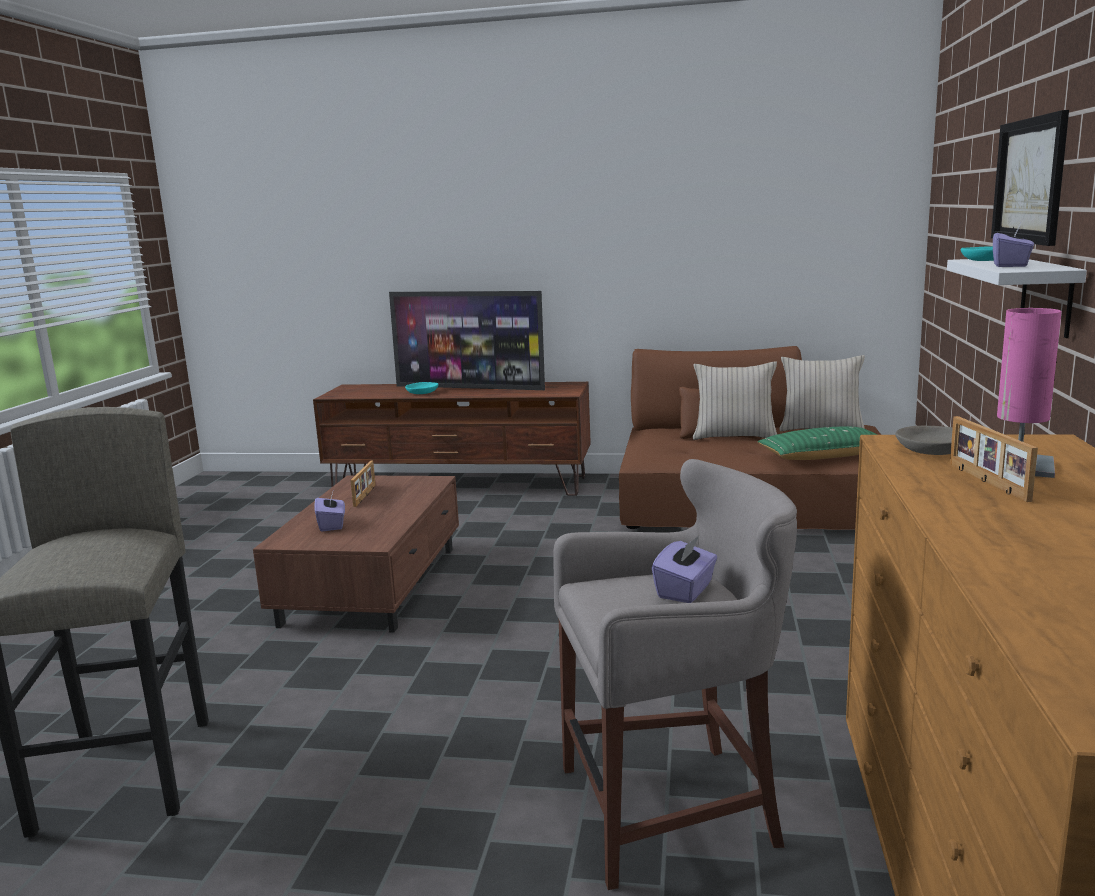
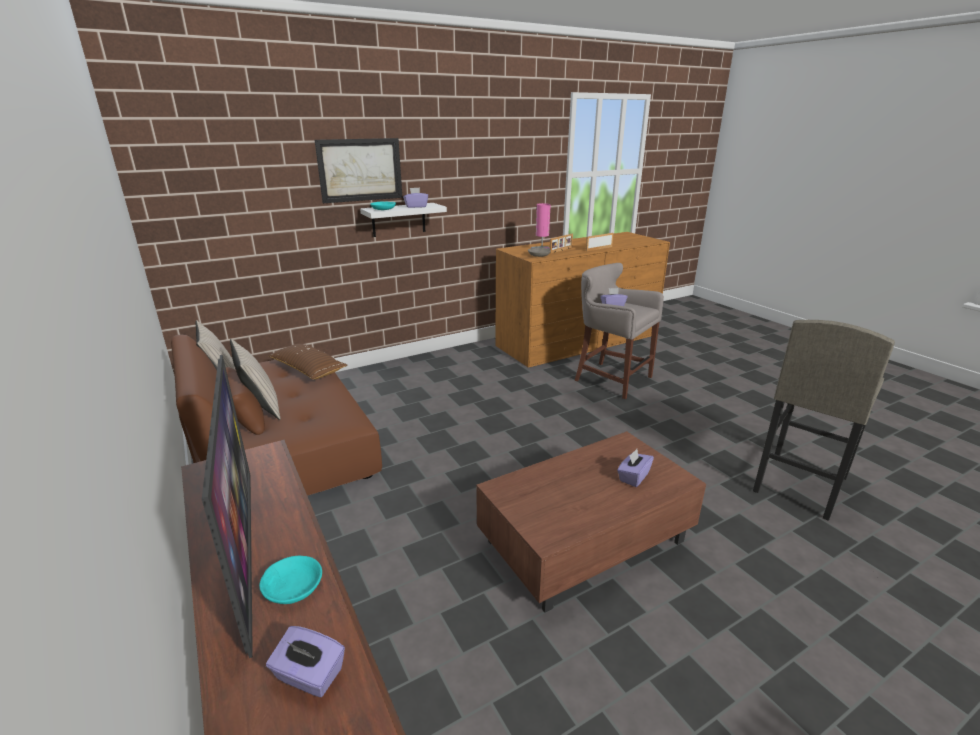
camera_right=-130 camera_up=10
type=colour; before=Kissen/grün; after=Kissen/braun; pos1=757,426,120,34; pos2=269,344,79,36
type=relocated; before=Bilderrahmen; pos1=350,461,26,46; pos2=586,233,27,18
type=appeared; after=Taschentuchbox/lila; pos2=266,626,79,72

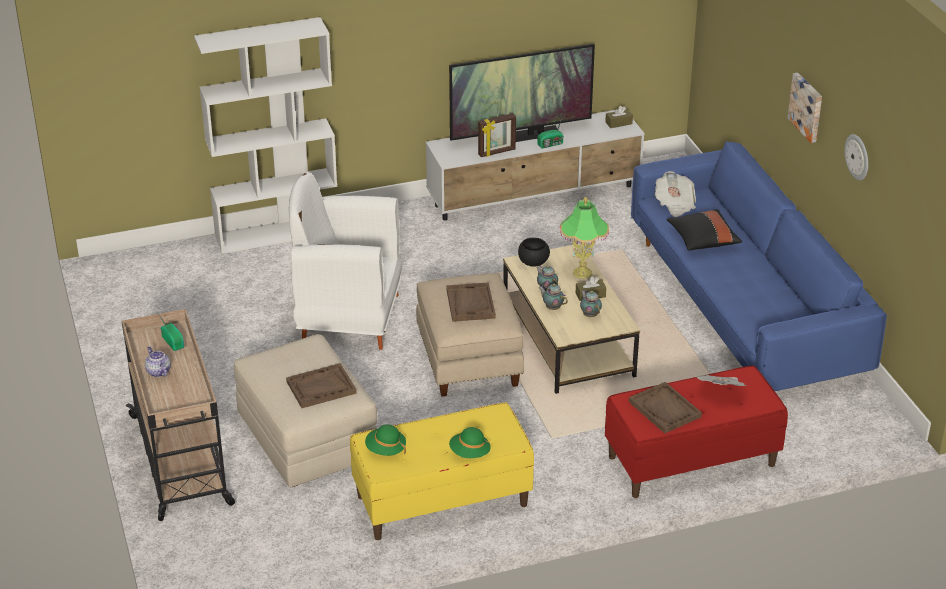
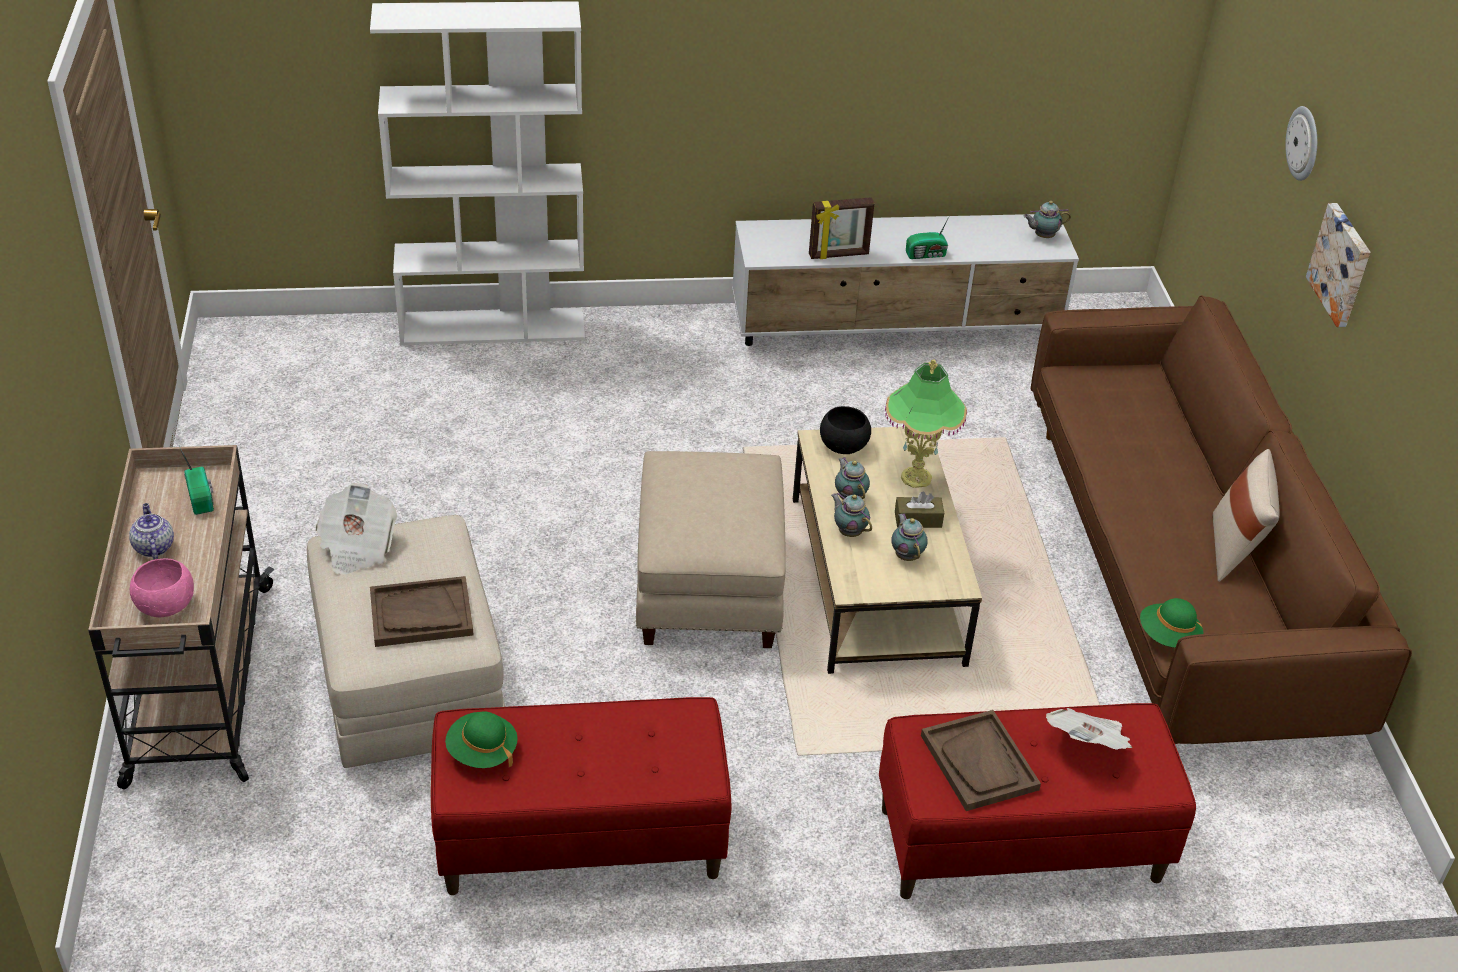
camera_right=10 camera_up=5
type=missing; before=Fernseher; pos1=449,44,146,98
type=exchanged; before=Taschentuchbox/braun; after=Teekanne; pos1=605,106,28,22; pos2=1024,201,47,37
type=relocated; before=Wanduhr; pos1=844,134,24,46; pos2=1285,106,32,75
type=colour; before=Sofa/blau; after=Sofa/braun; pos1=631,141,256,250; pos2=1031,295,381,449
type=relocated; before=Zeitung; pos1=655,171,41,46; pos2=315,483,82,92
type=missing; before=Sessel/weiß; pos1=289,172,113,178
type=missing; before=Kissen/schwarz; pos1=667,209,75,42
type=missing; before=Tablett/braun; pos1=446,282,50,40
type=colour; before=Bank/gelb; after=Bank/rot; pos1=350,403,184,137; pos2=431,697,300,198
type=relocated; before=Hut/grün; pos1=449,427,42,31; pos2=1140,598,64,50
type=appeared; after=Kissen/beige; pos2=1213,449,67,133
type=appeared; after=Schüssel/rosa; pos2=130,559,64,58

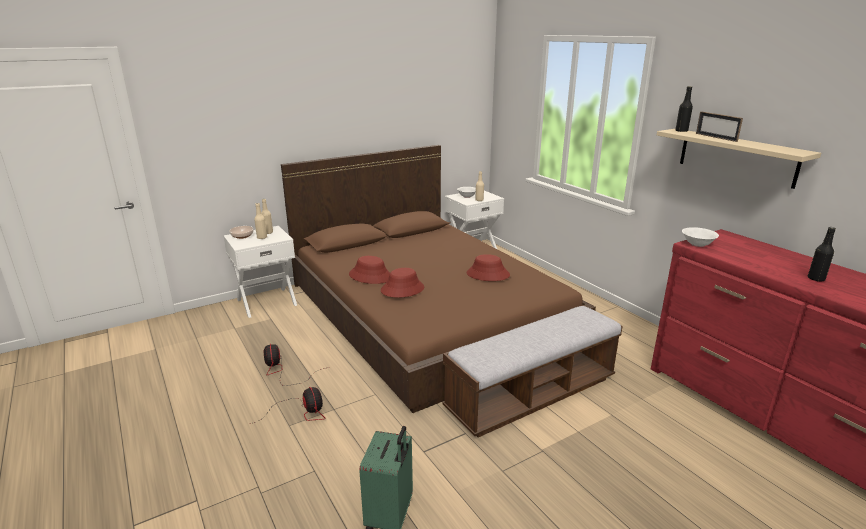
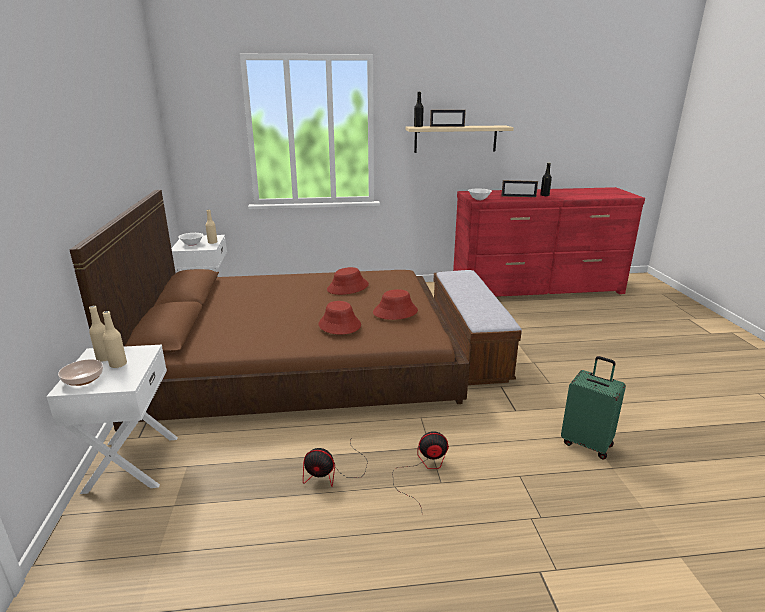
camera_right=-65 camera_up=0
type=relocated; before=Hut/rot; pos1=349,256,41,28; pos2=373,289,45,31
type=appeared; after=Bilderrahmen; pos2=501,180,37,17

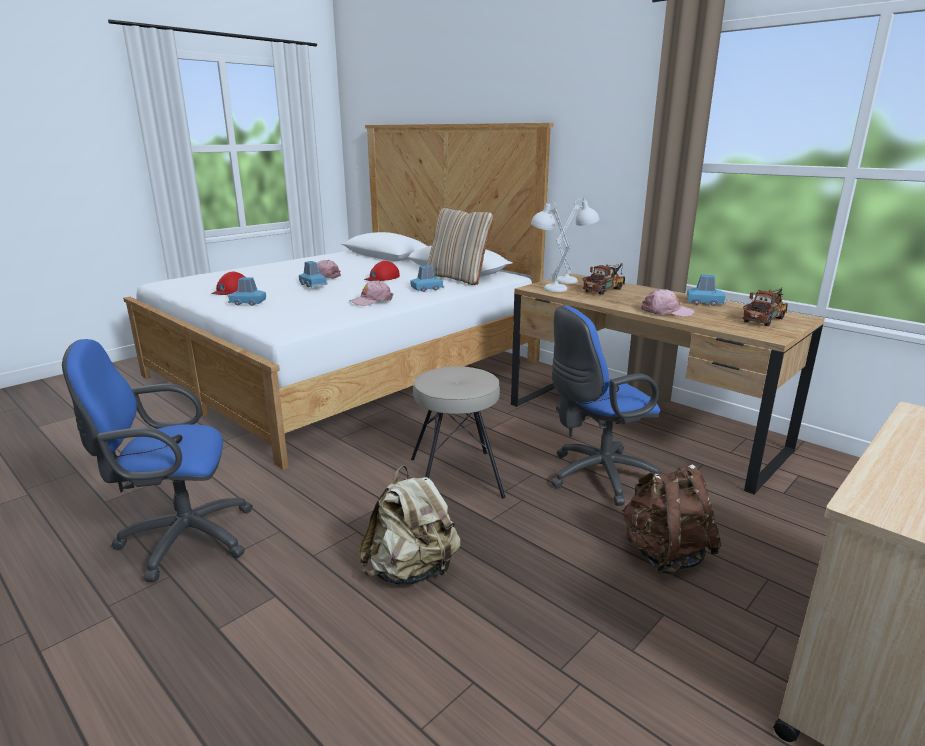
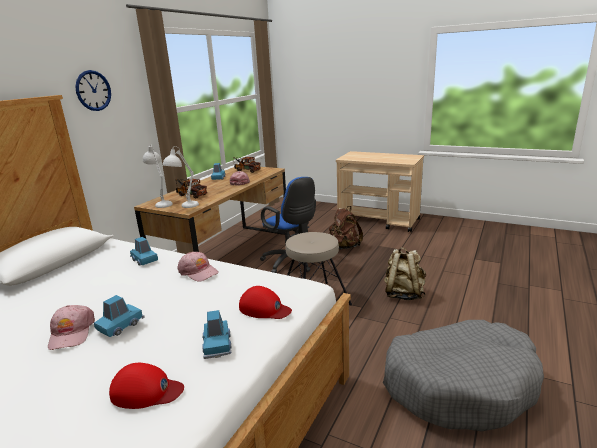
camera_right=-105 camera_up=0
type=missing; before=Kissen/beige; pos1=426,207,69,78
type=relocated; before=Kappe/rot; pos1=364,261,36,20; pos2=239,286,53,33
type=exchanged; before=Bürostuhl/blau; after=Hundebett/grau; pos1=62,339,191,243; pos2=383,320,161,112
type=appeared; after=Wanduhr; pos2=75,70,36,41

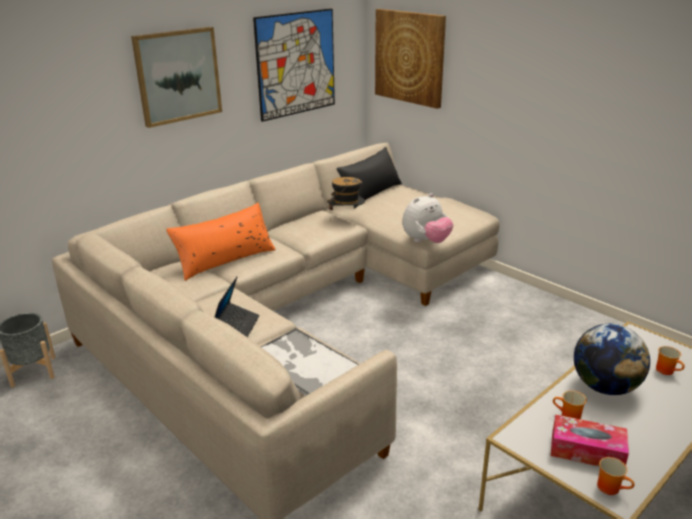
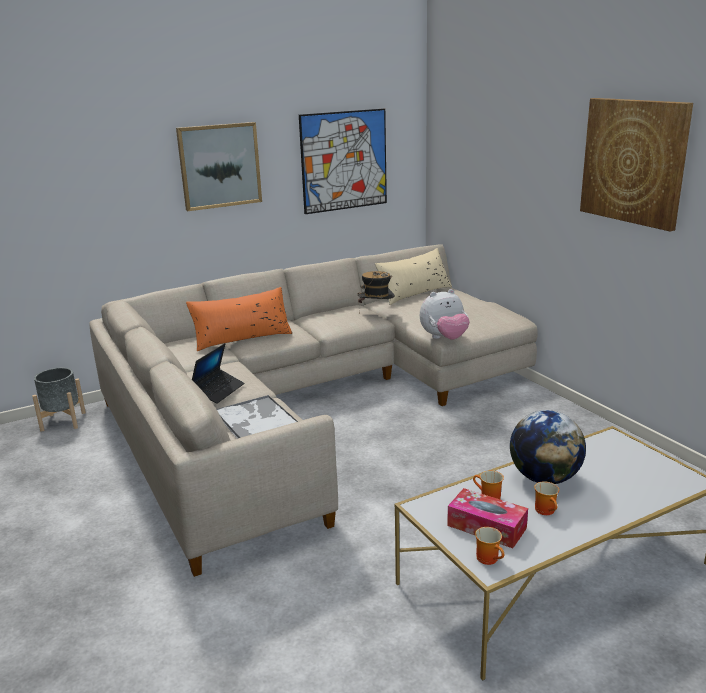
camera_right=15 camera_up=-5
type=relocated; before=Bild; pos1=375,9,71,100; pos2=580,98,113,134
type=colour; before=Kissen/schwarz; after=Kissen/beige; pos1=336,147,66,62; pos2=375,248,77,57
type=relocated; before=Henkelbecher; pos1=656,346,29,29; pos2=534,481,25,34

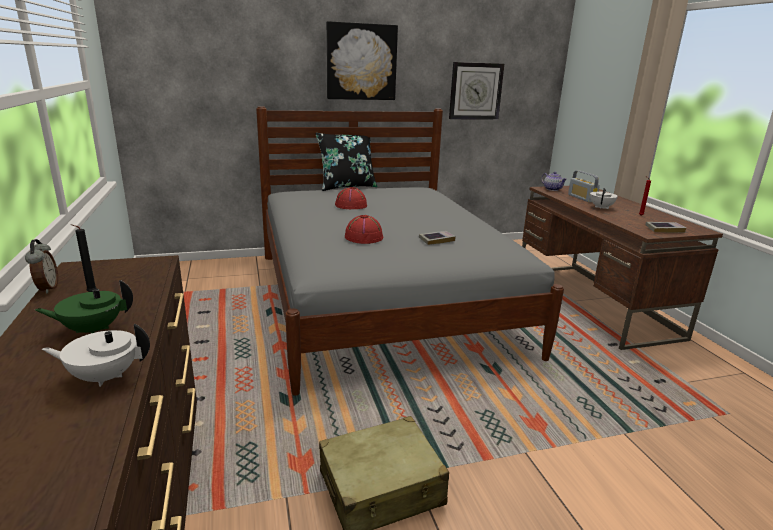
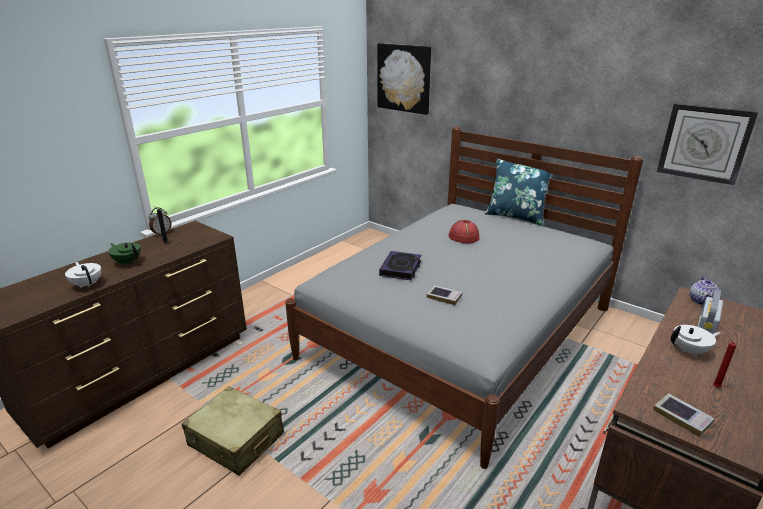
camera_right=55 camera_up=5
type=relocated; before=Bild; pos1=326,21,72,79; pos2=377,43,54,72
type=colour; before=Kissen/schwarz; after=Kissen/blau; pos1=315,133,63,58; pos2=485,159,68,67
type=exchanged; before=Hut/rot; after=Buch; pos1=345,215,38,29; pos2=379,251,42,30

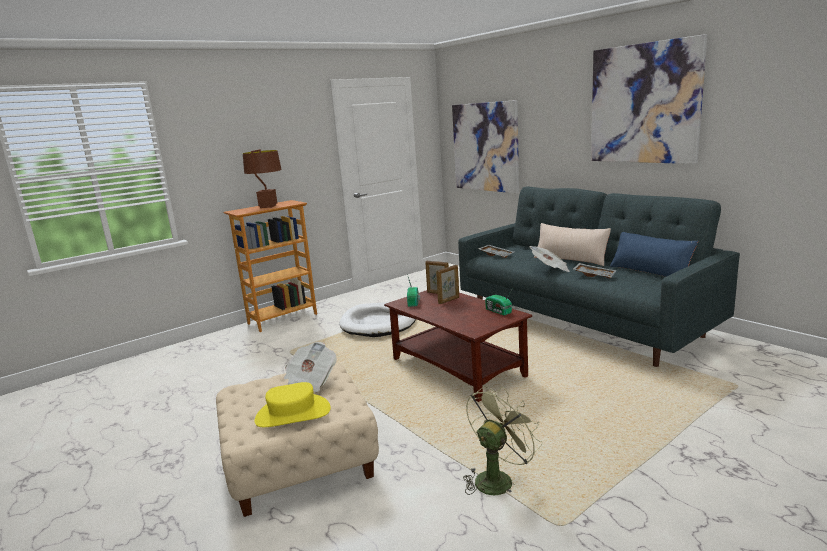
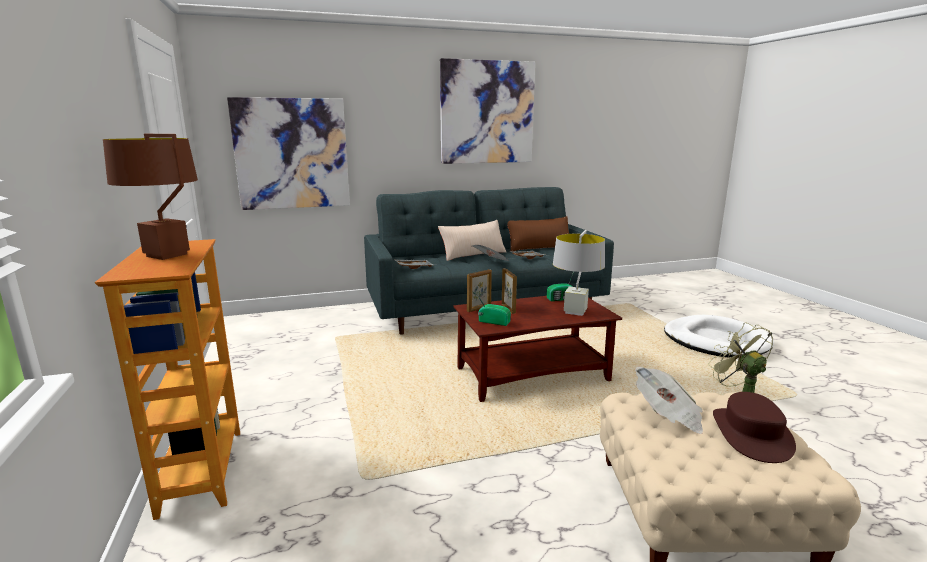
camera_right=-70 camera_up=0
type=colour; before=Kissen/blau; after=Kissen/braun; pos1=609,232,89,45; pos2=507,216,62,35
type=relocated; before=Hundebett/weiß; pos1=340,303,76,34; pos2=664,315,110,43
type=colour; before=Hut/gelb; after=Hut/braun; pos1=255,382,76,45; pos2=713,392,83,71
type=appeared; after=Tischlampe/grau; pos2=553,230,52,86

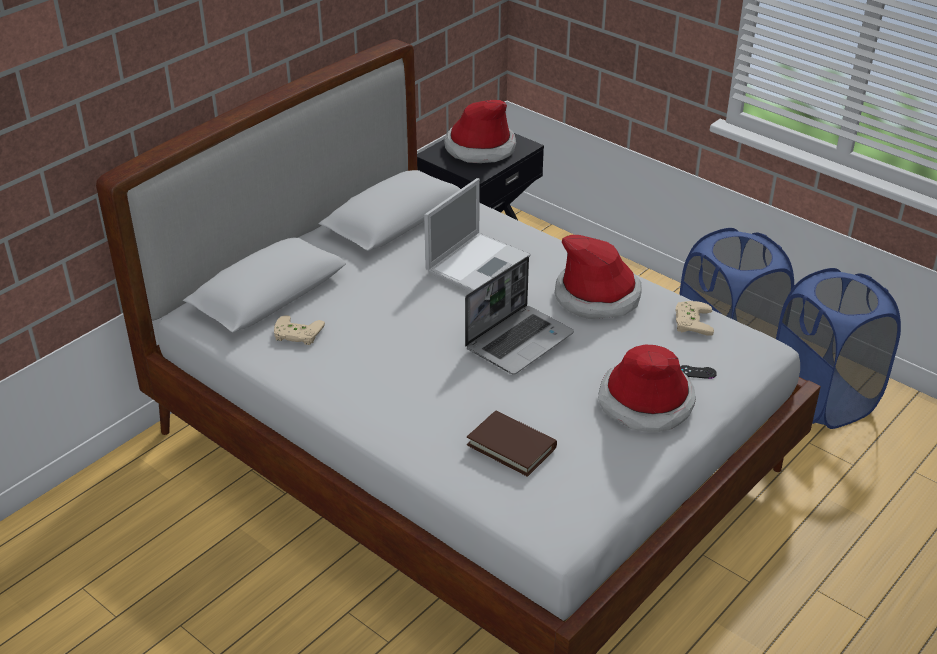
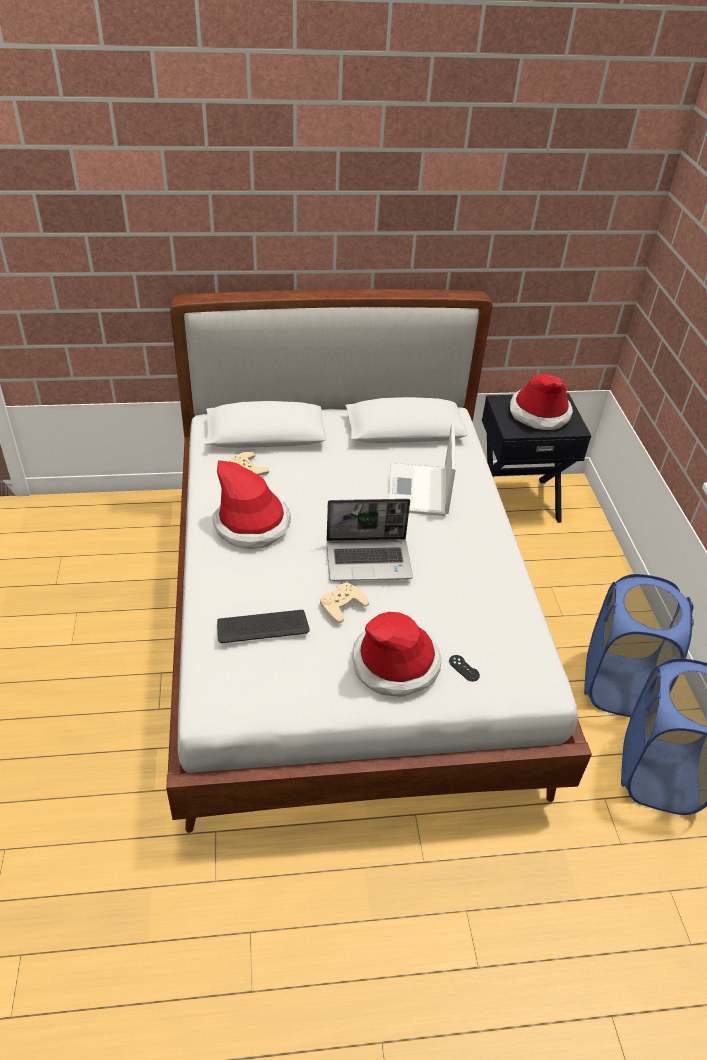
camera_right=40 camera_up=5
type=spun; before=Laptop; pos1=424,178,107,114; pos2=388,423,68,93; turn=105
type=relocated; before=Hut; pos1=555,235,87,84; pos2=212,460,79,89
type=relocated; before=Gamepad/beige; pos1=675,301,39,35; pos2=320,582,49,41
type=exchanged; before=Buch/braun; after=Tastatur; pos1=467,411,90,66; pos2=217,610,93,33

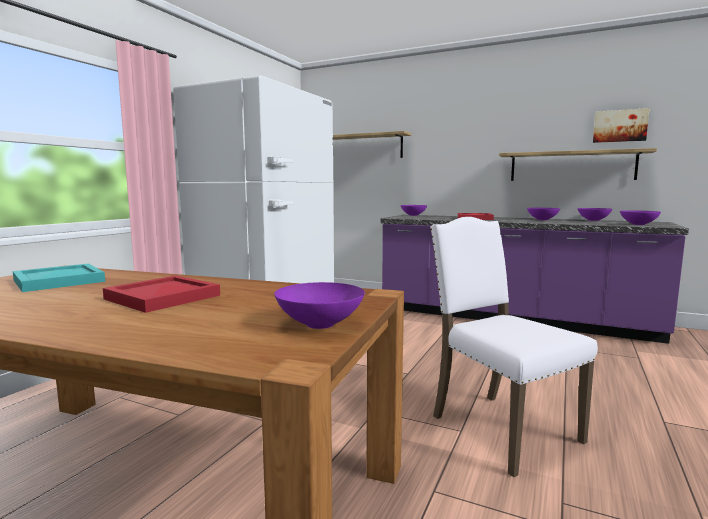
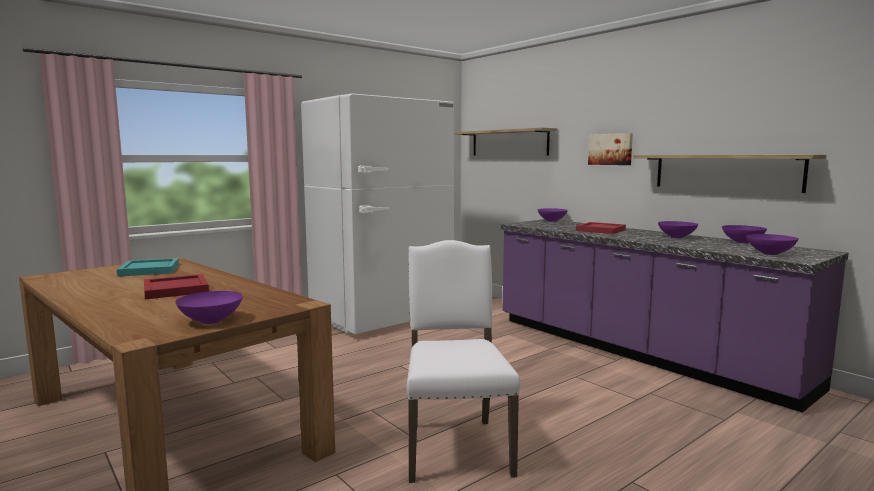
camera_right=25 camera_up=0
type=relocated; before=Bild; pos1=593,108,56,35; pos2=588,133,45,32

